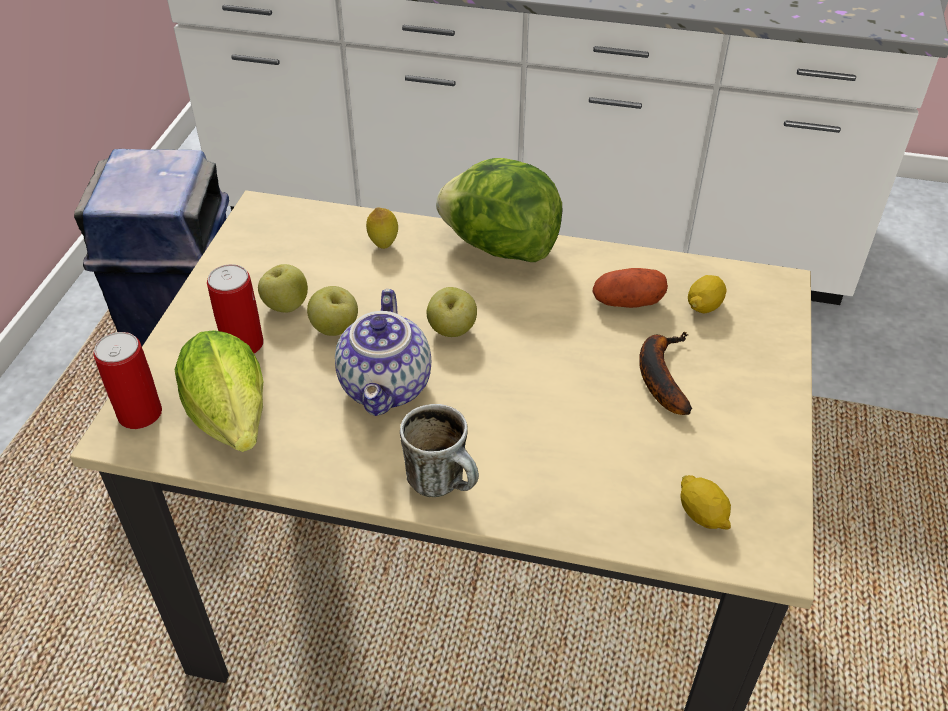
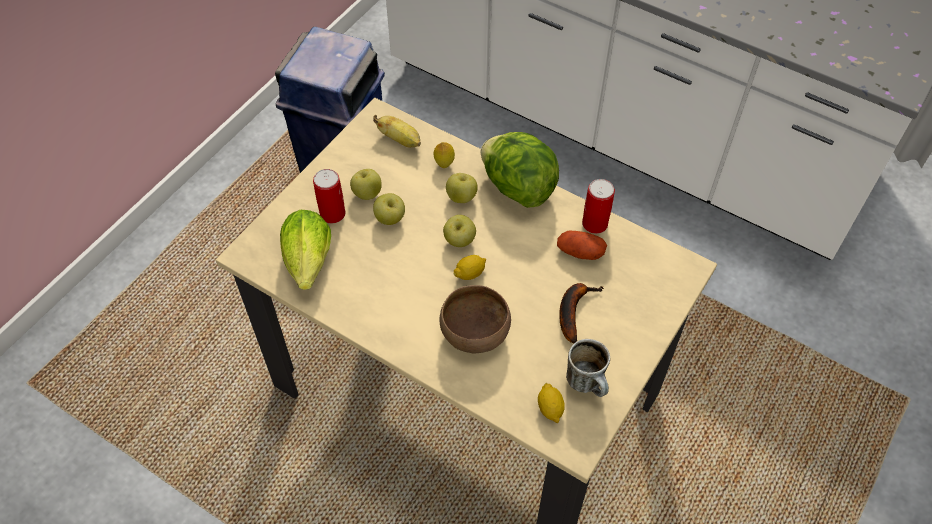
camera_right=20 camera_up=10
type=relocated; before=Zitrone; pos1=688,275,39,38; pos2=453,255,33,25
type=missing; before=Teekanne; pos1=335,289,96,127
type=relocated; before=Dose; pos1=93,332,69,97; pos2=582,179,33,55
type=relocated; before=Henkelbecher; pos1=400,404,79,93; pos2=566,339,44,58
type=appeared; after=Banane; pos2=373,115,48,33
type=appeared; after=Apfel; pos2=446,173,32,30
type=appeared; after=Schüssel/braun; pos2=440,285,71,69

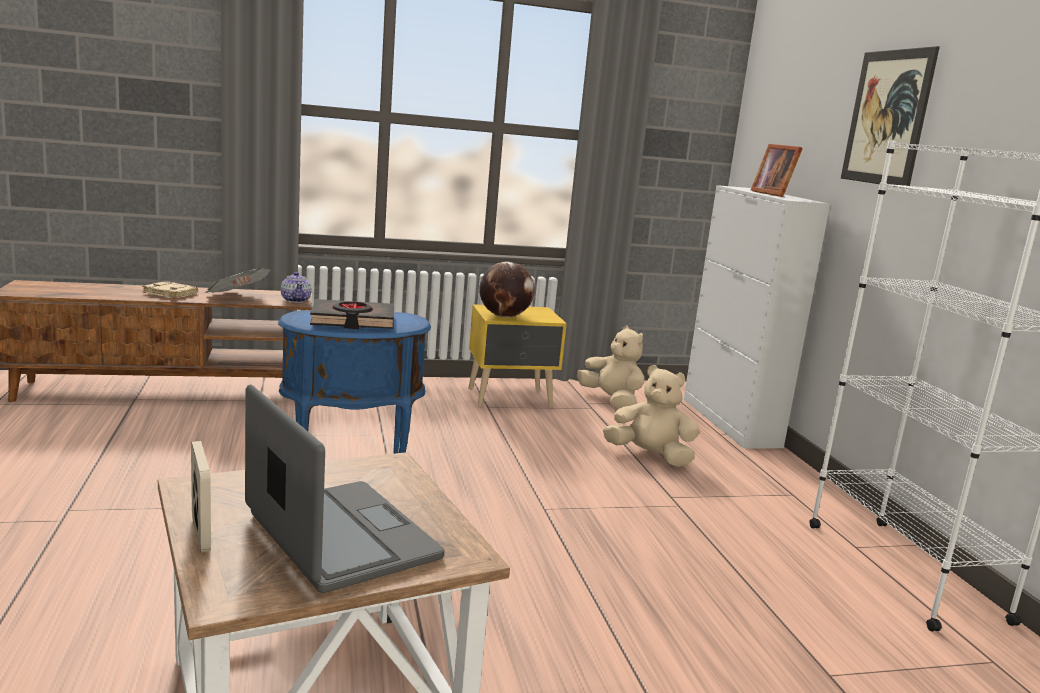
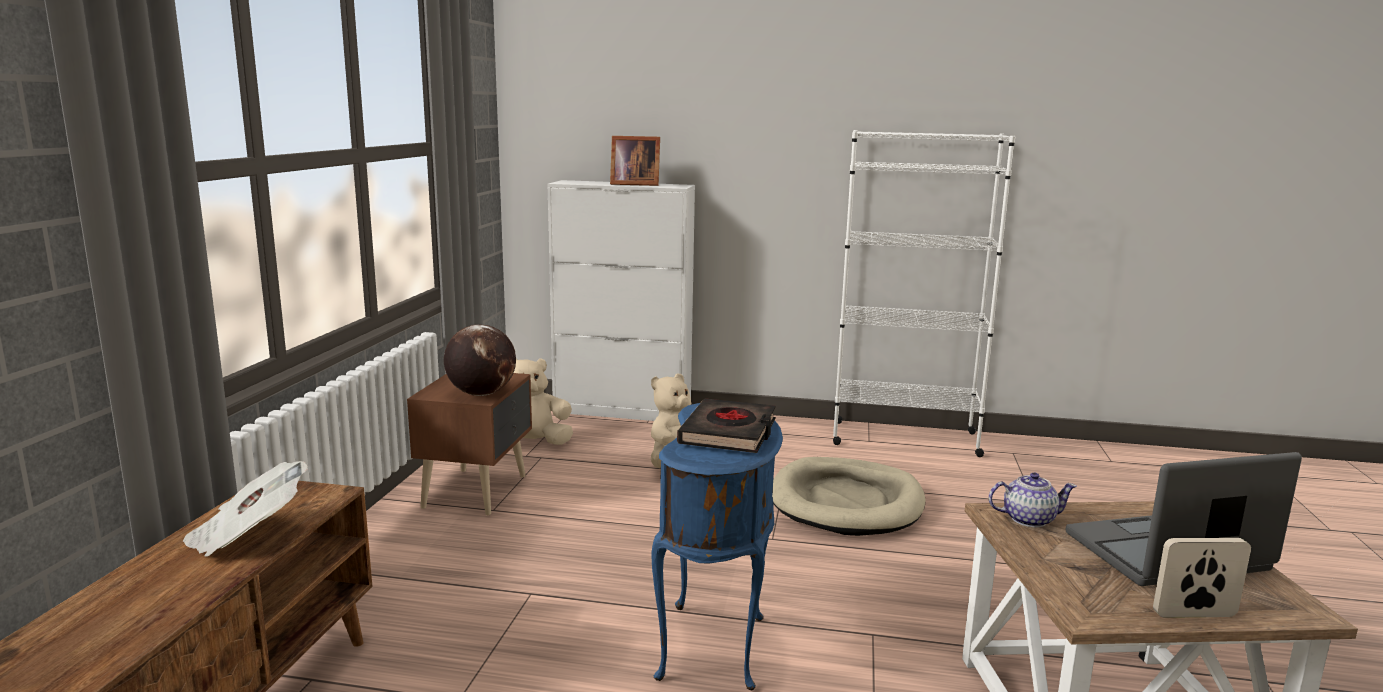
camera_right=-65 camera_up=0
type=missing; before=Bild; pos1=841,46,99,143
type=relocated; before=Teekanne; pos1=281,272,30,31; pos2=989,472,88,55
type=missing; before=Buch/beige; pos1=142,281,56,18
type=colour; before=Nachttisch/gelb; after=Nachttisch/braun; pos1=468,304,99,104; pos2=407,373,125,142
type=appeared; after=Hundebett/beige; pos2=772,457,154,79

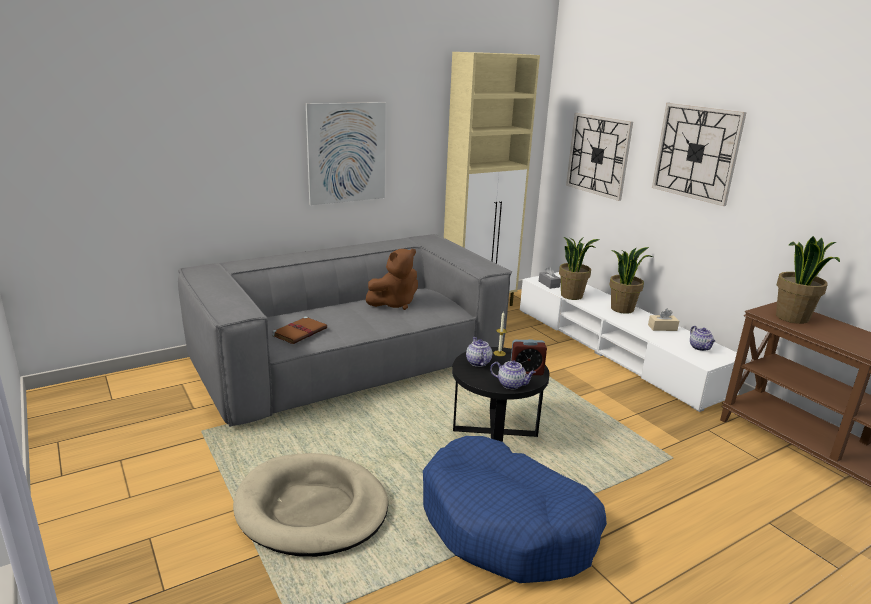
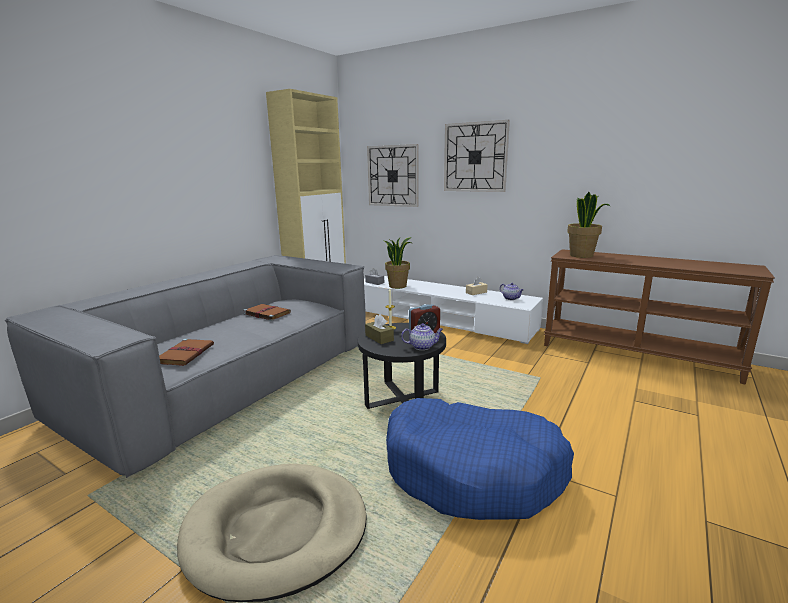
camera_right=-25 camera_up=-5
type=missing; before=Bild; pos1=306,102,80,103
type=missing; before=Topfpflanze; pos1=609,247,44,67
type=exchanged; before=Plüschtier/braun; after=Buch/braun; pos1=365,249,53,61; pos2=244,304,47,17
type=exchanged; before=Teekanne; after=Taschentuchbox/braun; pos1=466,337,26,30; pos2=365,314,29,30

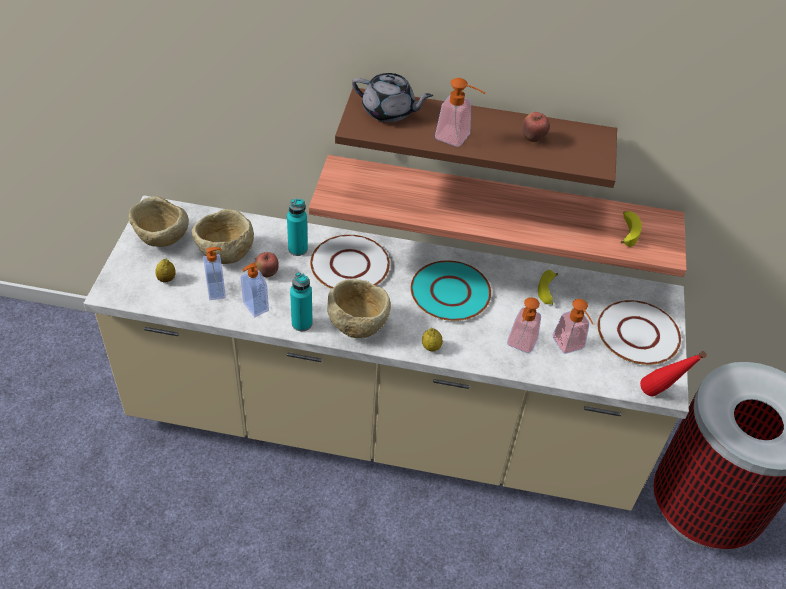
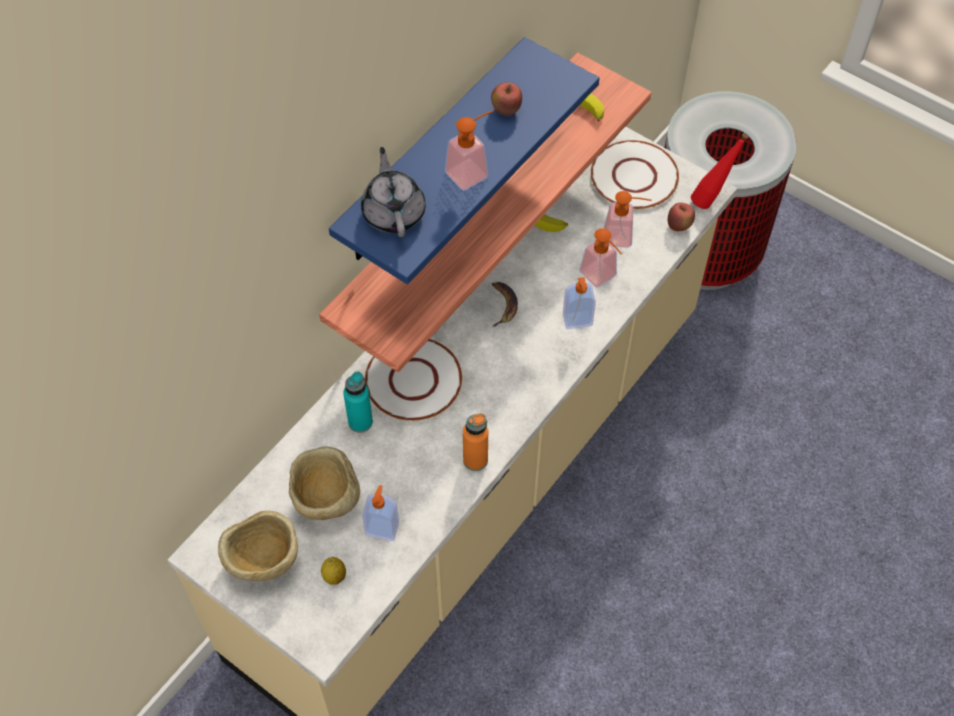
camera_right=-60 camera_up=10
type=spun; before=Teekanne/grau; pos1=352,73,81,49; pos2=361,147,65,90; turn=-60
type=colour; before=Wandregal/braun; after=Wandregal/blau; pos1=335,88,282,100; pos2=329,37,271,247
type=relocated; before=Apfel; pos1=254,252,25,25; pos2=668,202,27,30
type=exchanged; before=Teller/türkis; after=Banane; pos1=411,260,80,61; pos2=492,282,26,45
type=relocated; before=Seifenspender; pos1=240,263,29,54; pos2=563,277,33,52
type=colour; before=Flasche/türkis; after=Flasche/orange; pos1=290,272,23,59; pos2=463,413,25,58
type=missing; before=Schüssel/beige; pos1=327,279,64,59
type=missing; before=Zitrone; pos1=422,328,21,23

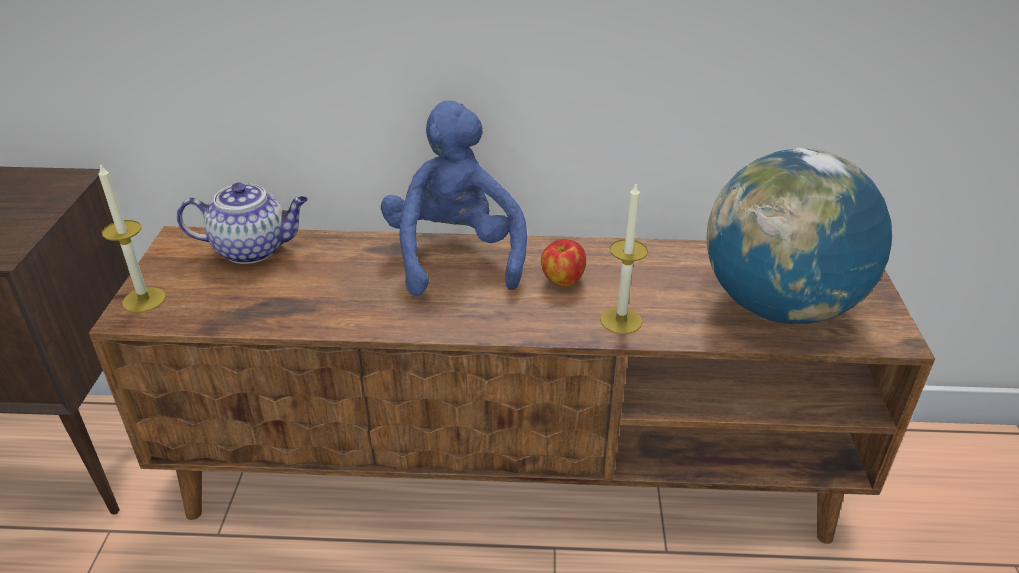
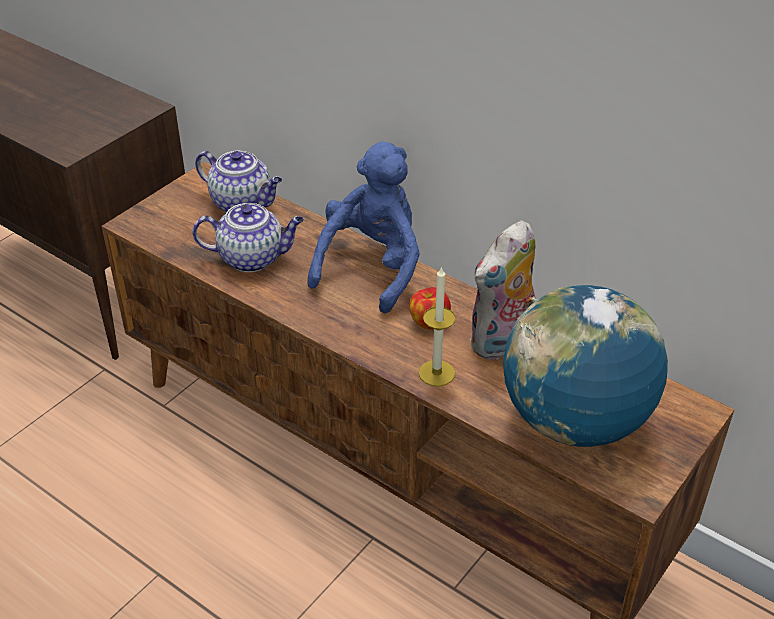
camera_right=35 camera_up=5
type=missing; before=Kerze; pos1=98,163,68,150
type=appeared; after=Teekanne; pos2=192,203,112,69
type=appeared; after=Plüschtier; pos2=470,220,67,141

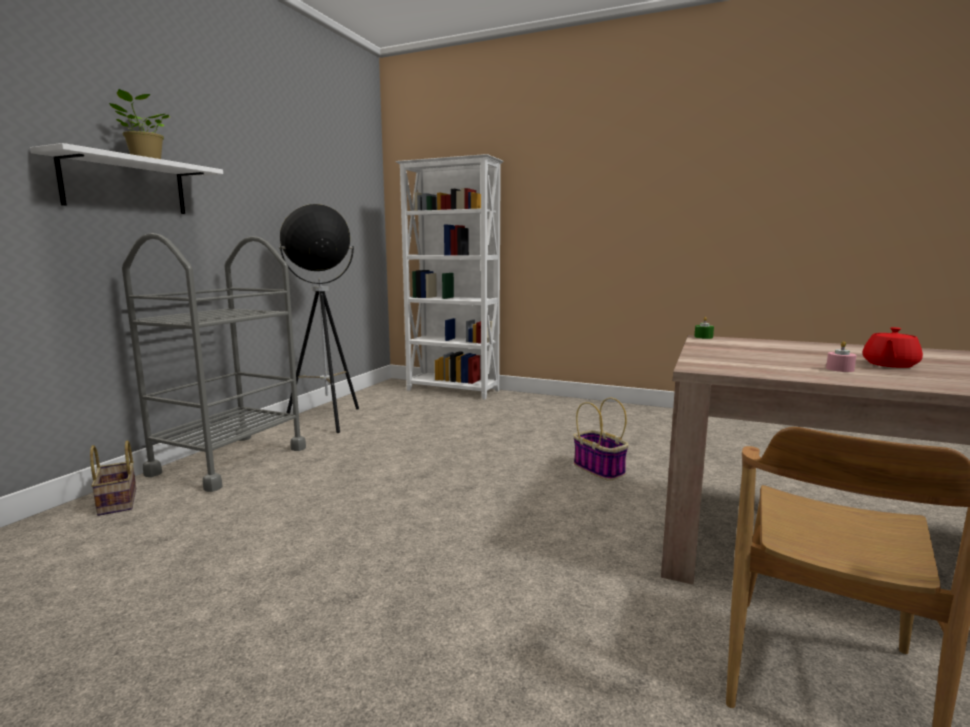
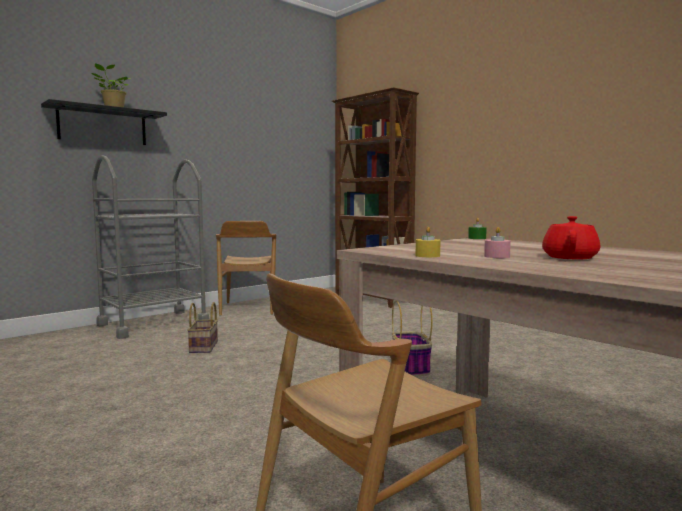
camera_right=25 camera_up=-5
type=colour; before=Wandregal/weiß; after=Wandregal/schwarz; pos1=30,143,193,71; pos2=41,99,126,46
type=colour; before=Bücherregal/weiß; after=Bücherregal/braun; pos1=395,154,109,246; pos2=332,87,87,221
type=exchanged; before=Stehlampe; after=Stuhl/braun; pos1=279,204,80,229; pos2=216,221,61,95
type=spun; before=Teekanne/rot; pos1=863,327,60,41; pos2=542,216,58,43; turn=135
type=relocated; before=Korb; pos1=90,441,46,75; pos2=187,302,31,51
type=appeared; after=Kerze/gelb; pos2=416,227,25,30

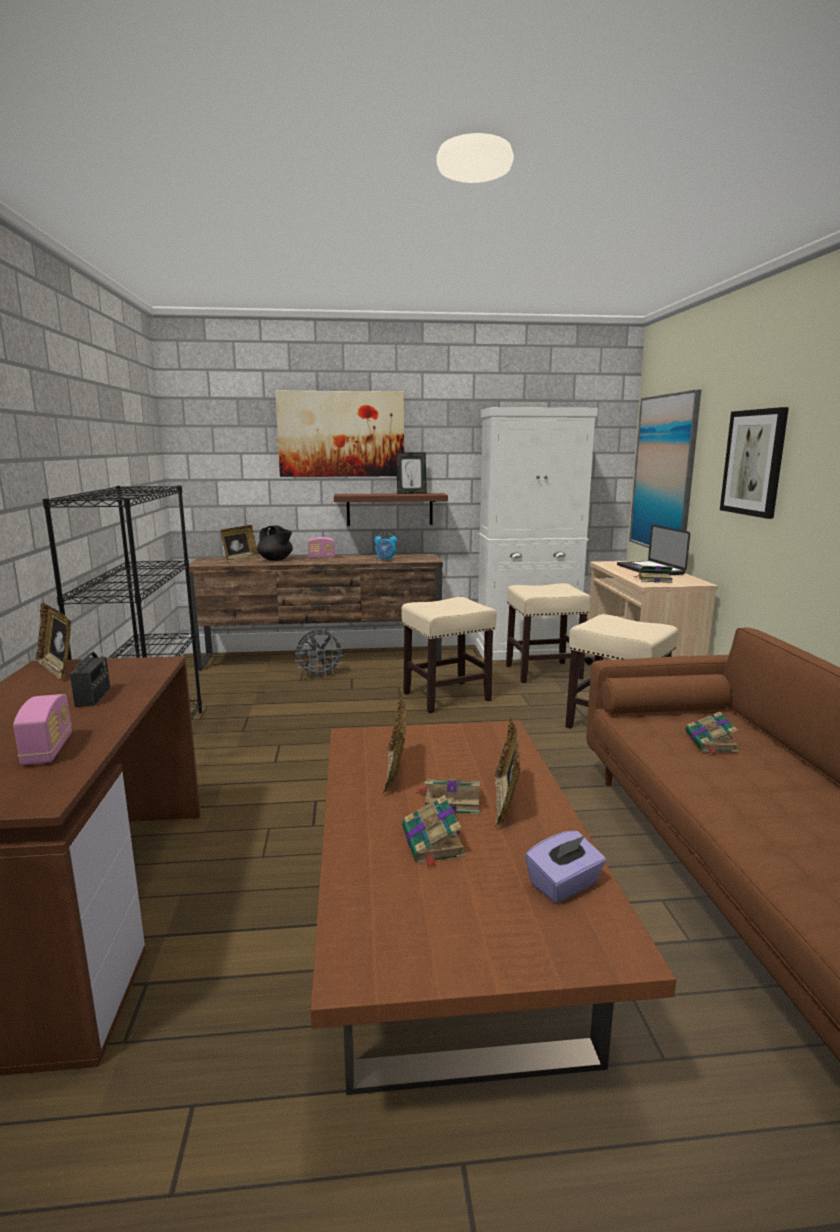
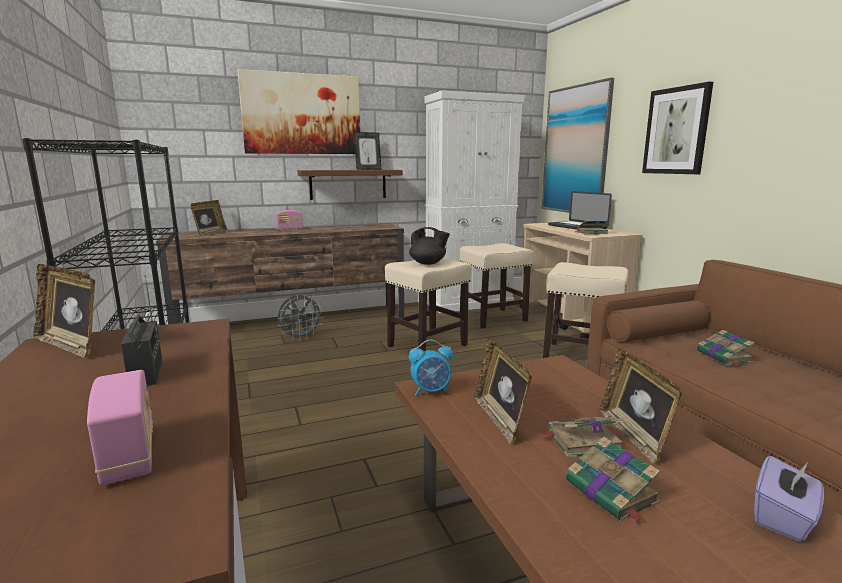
camera_right=-15 camera_up=0
type=relocated; before=Teekanne/schwarz; pos1=257,526,36,35; pos2=409,227,41,38
type=relocated; before=Wecker; pos1=374,532,23,28; pos2=409,340,44,56

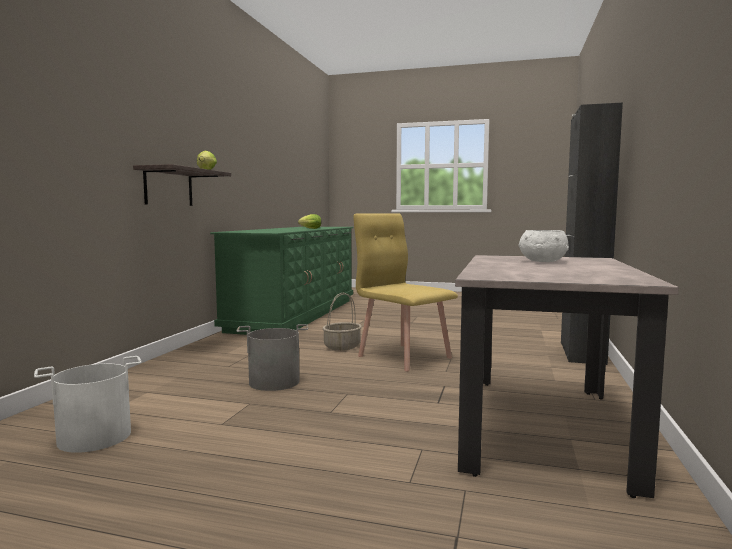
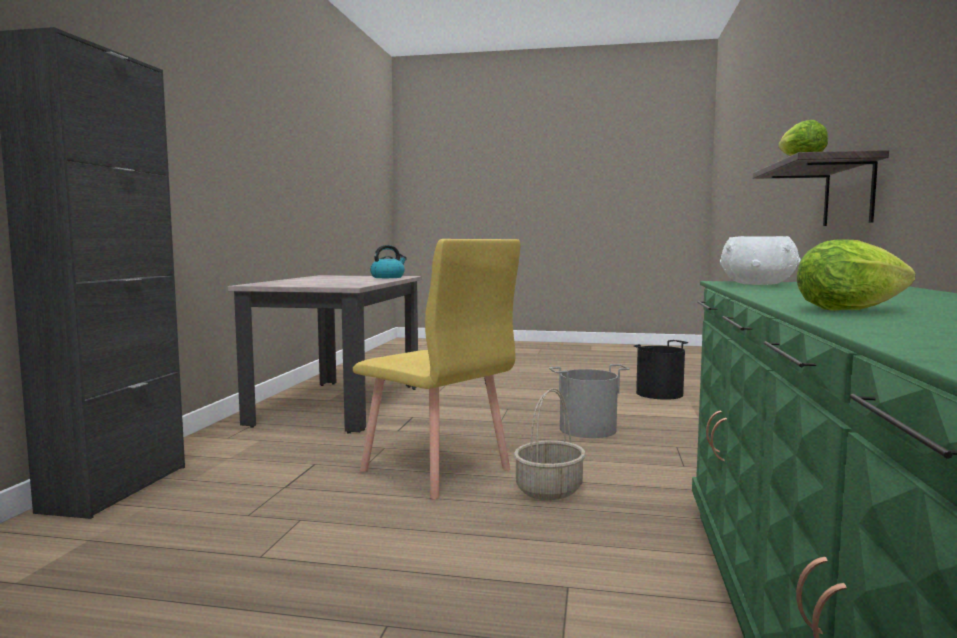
camera_right=175 camera_up=0
type=relocated; before=Schüssel/weiß; pos1=519,230,50,32; pos2=720,236,81,49
type=colour; before=Eimer/weiß; after=Eimer/schwarz; pos1=34,356,108,97; pos2=634,340,54,60
type=appeared; after=Wasserkessel; pos2=370,245,37,33

